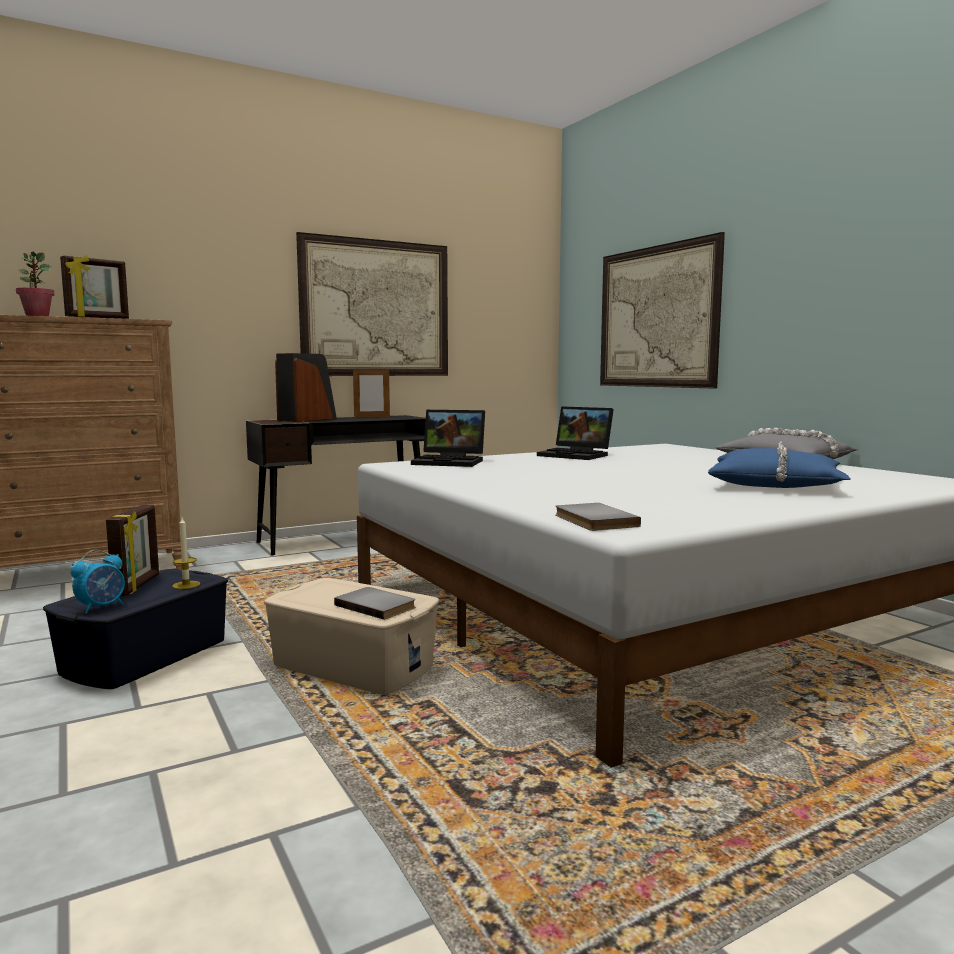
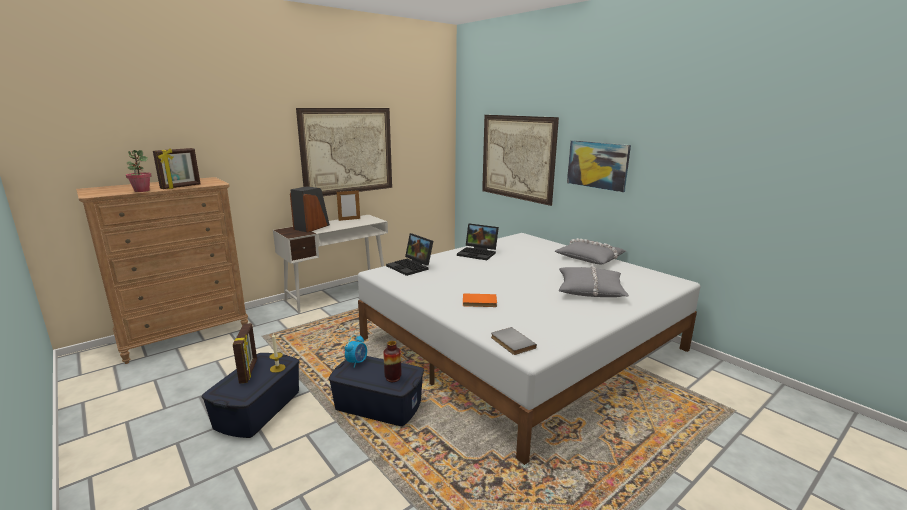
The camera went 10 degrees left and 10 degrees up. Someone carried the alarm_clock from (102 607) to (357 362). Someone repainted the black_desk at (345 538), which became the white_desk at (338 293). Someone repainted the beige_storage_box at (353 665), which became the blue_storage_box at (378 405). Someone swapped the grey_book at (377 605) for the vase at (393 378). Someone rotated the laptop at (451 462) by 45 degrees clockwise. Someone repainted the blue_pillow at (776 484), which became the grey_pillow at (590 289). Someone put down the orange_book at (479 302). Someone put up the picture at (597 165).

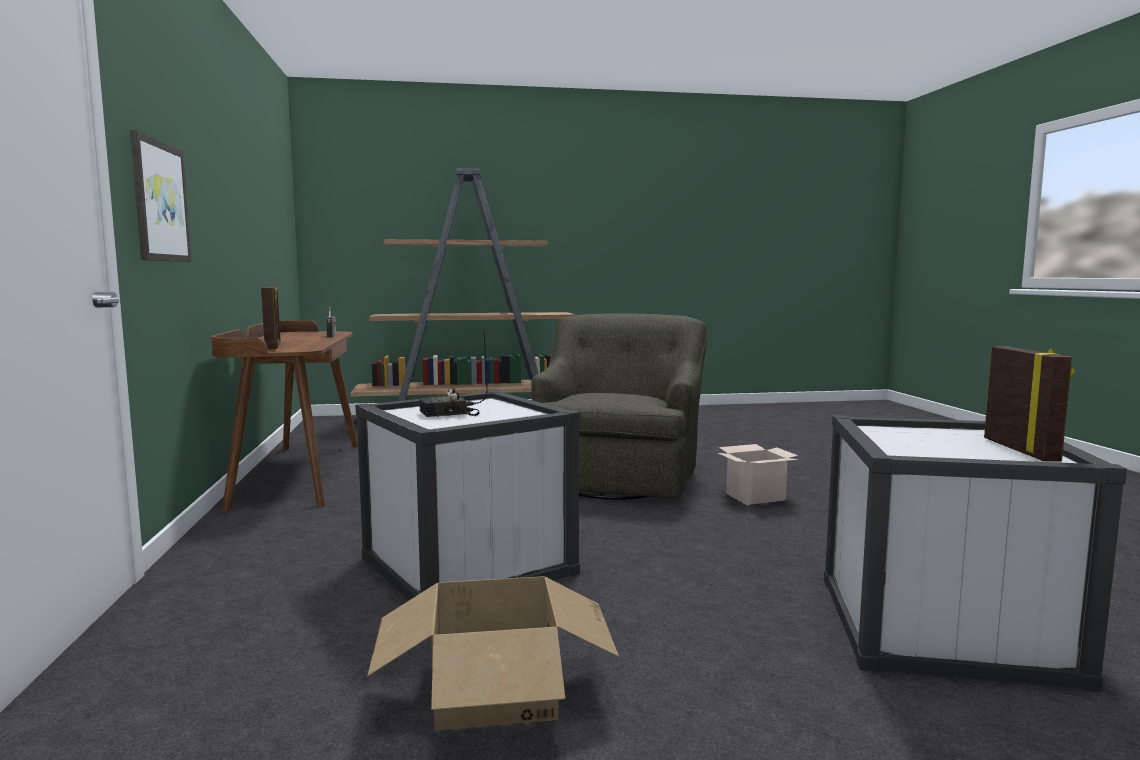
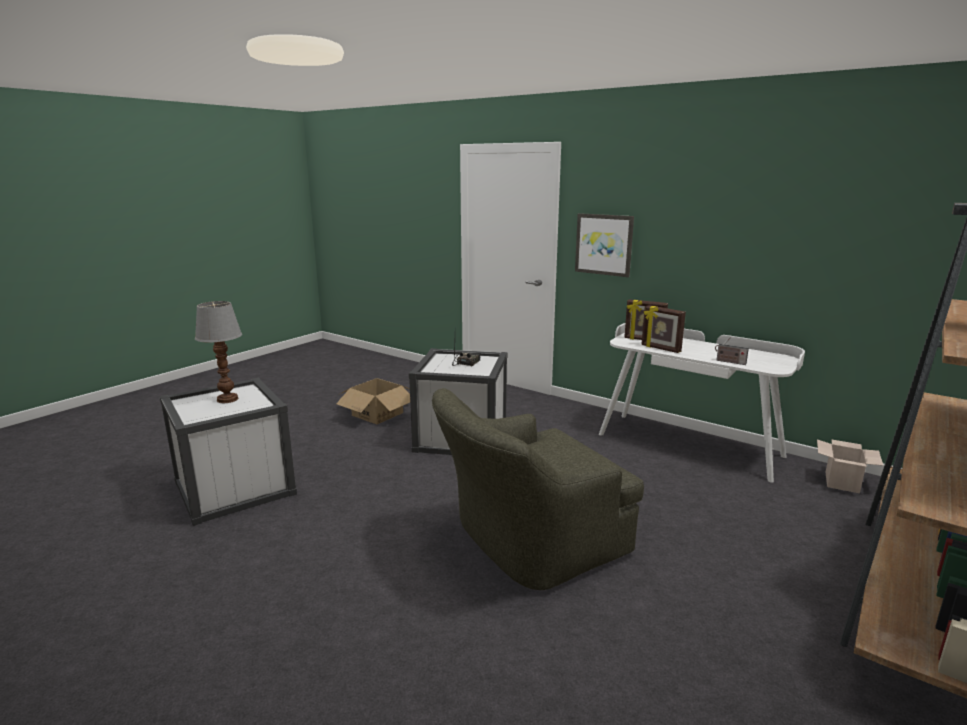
The camera went 135 degrees right and 10 degrees up. Someone repainted the brown_desk at (298 473), which became the white_desk at (689 444). Someone rotated the green_armchair at (617 476) by 90 degrees clockwise. Someone carried the cardboard_box from (756 496) to (842 483). Someone carried the picture_frame from (1022 450) to (660 349). Someone put down the table_lamp at (228 399).

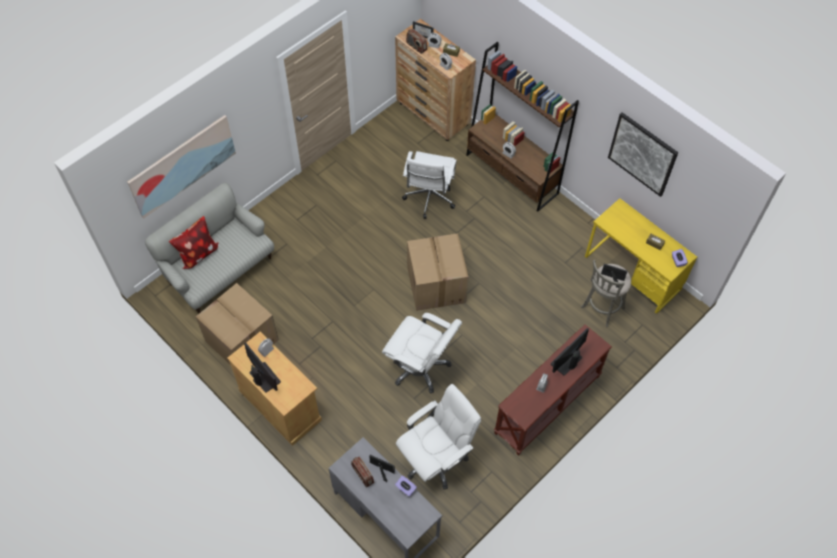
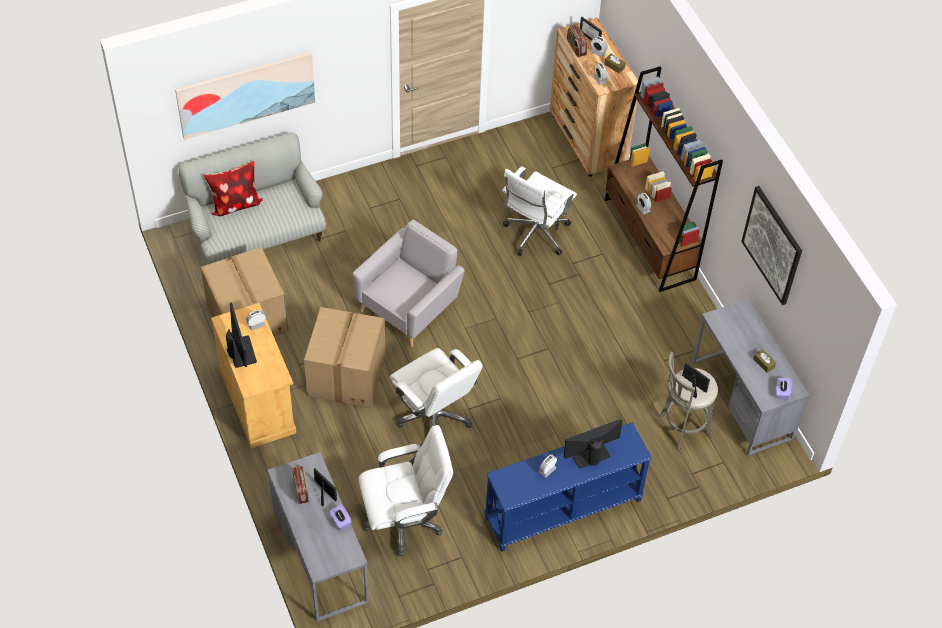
The camera went 20 degrees right and 5 degrees down. Someone carried the cardboard_box from (437 285) to (347 376). Someone repainted the brown_console_table at (547 405), which became the blue_console_table at (563 510). Someone repainted the yellow_desk at (632 273), which became the grey_desk at (741 400). Someone put down the grey_armchair at (409 306).

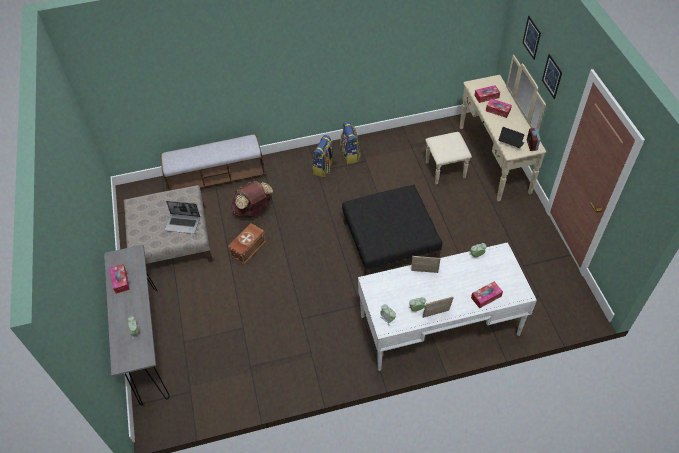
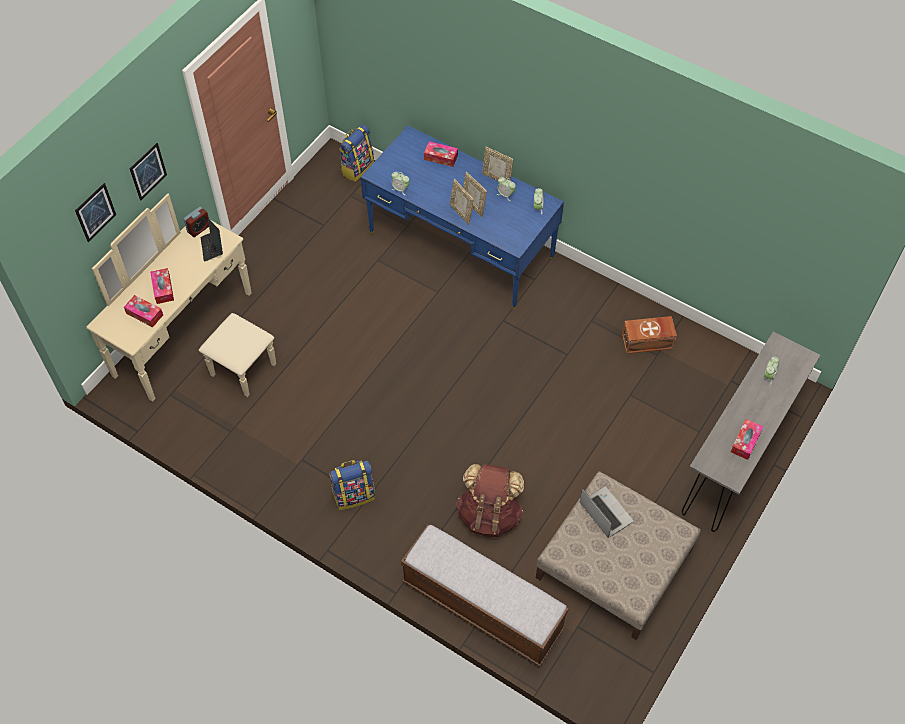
The camera went 135 degrees left and 5 degrees up. Someone carried the brown_storage_box from (247 248) to (648 342). Someone carried the backpack from (350 155) to (357 168). Someone took away the black_ottoman at (389 241). Someone repainted the white_desk at (439 327), which became the blue_desk at (461 245). Someone put down the picture_frame at (473 206).

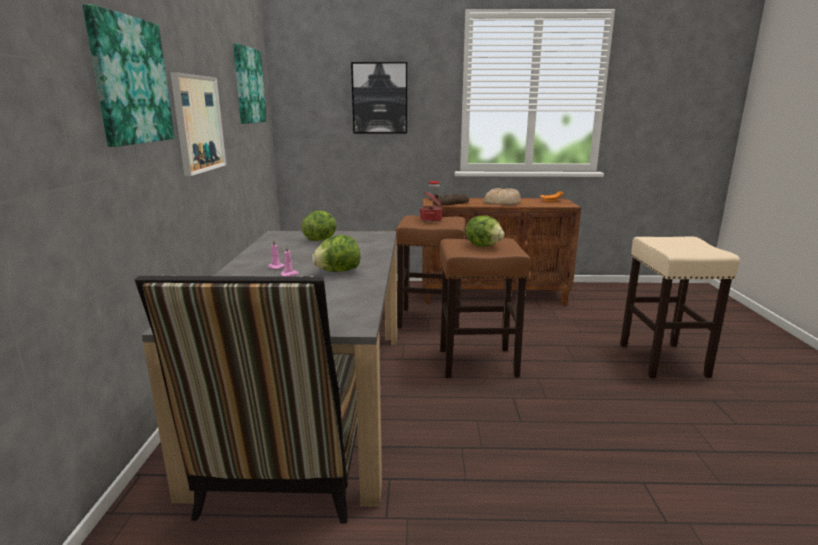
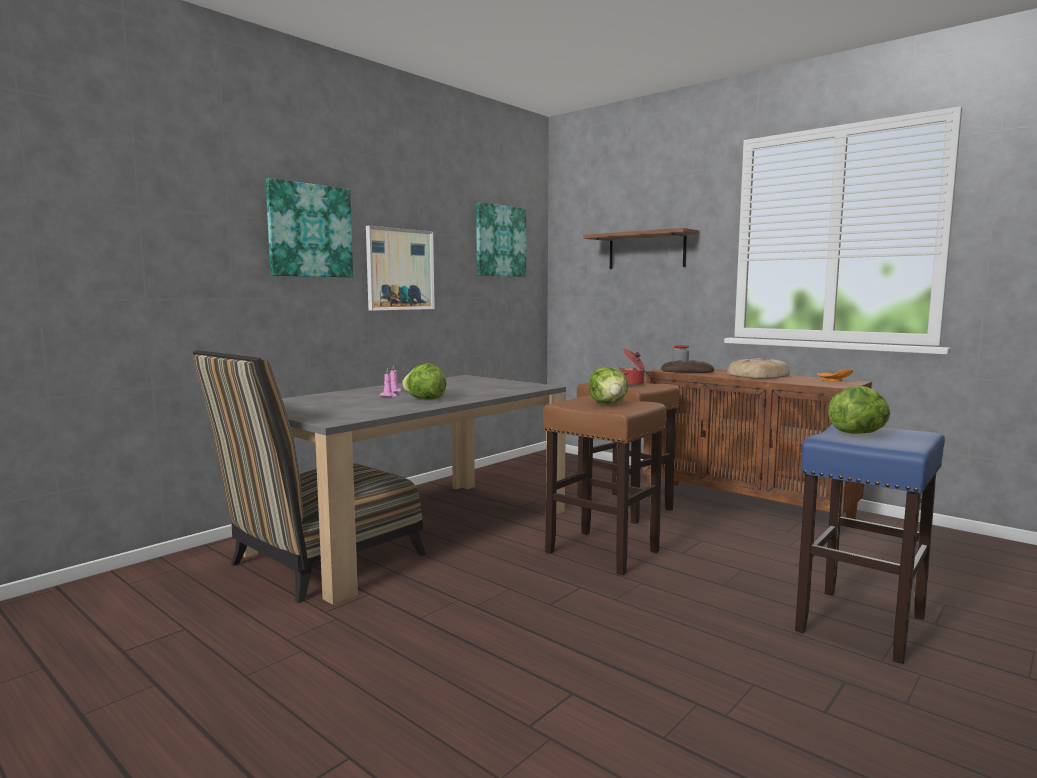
The camera went 40 degrees right and 10 degrees down. Someone carried the lettuce from (321 240) to (859 433). Someone swapped the picture at (380 98) for the shelf at (646 250). Someone repainted the beige_stool at (663 360), which became the blue_stool at (861 624).

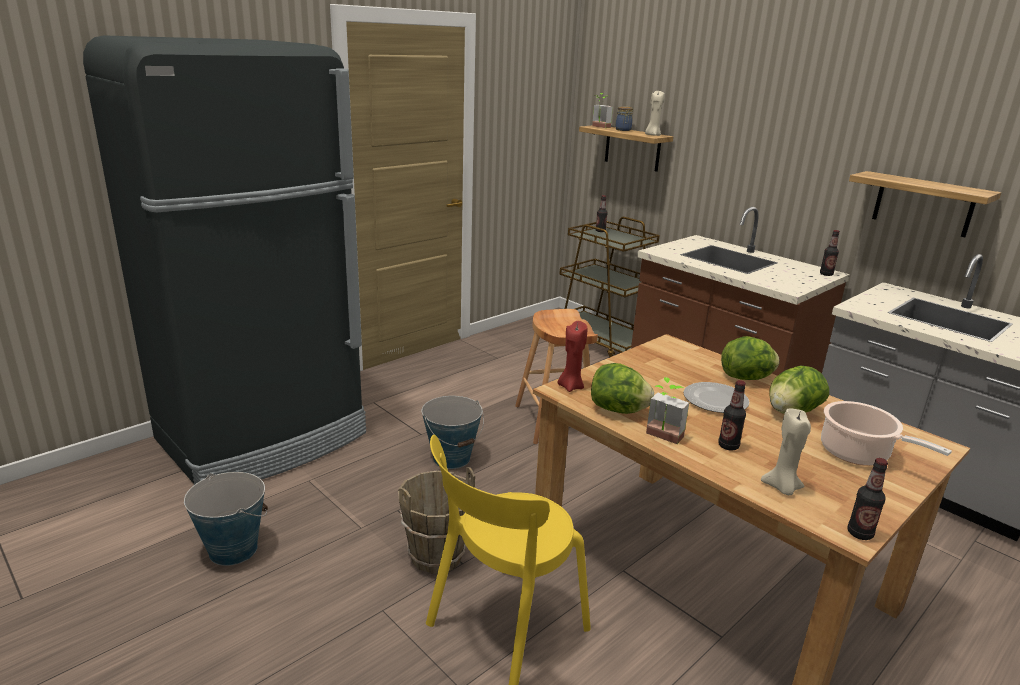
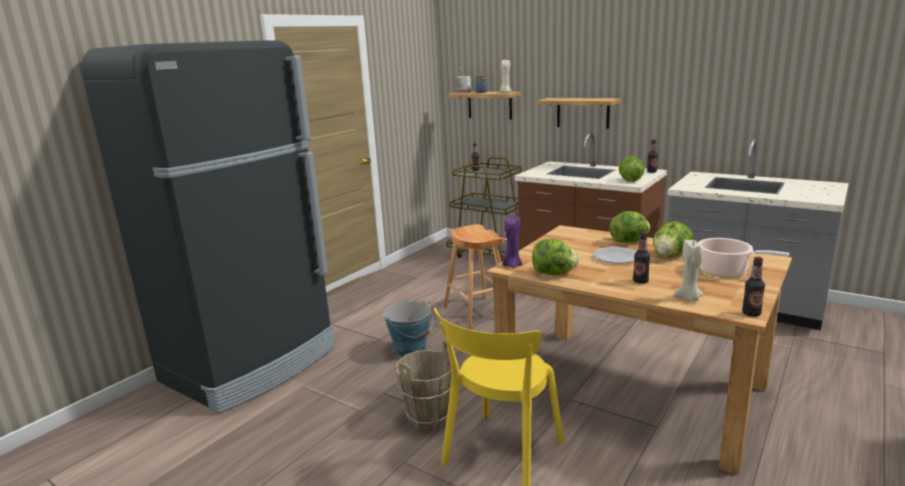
The camera went 10 degrees left and 5 degrees down. Someone took away the bucket at (233 549). Someone repainted the red_candle at (570 386), which became the purple_candle at (512 265). Someone took away the potted_plant at (661 438). Someone carried the shelf from (923 204) to (582 113). Someone put down the lettuce at (630 181).

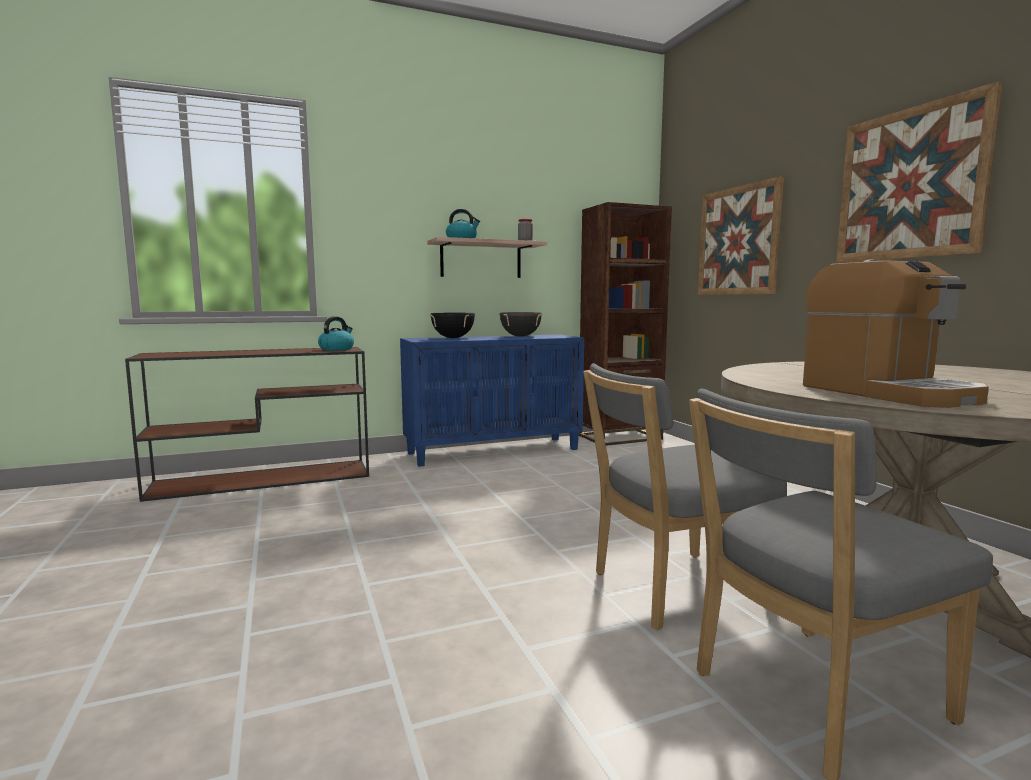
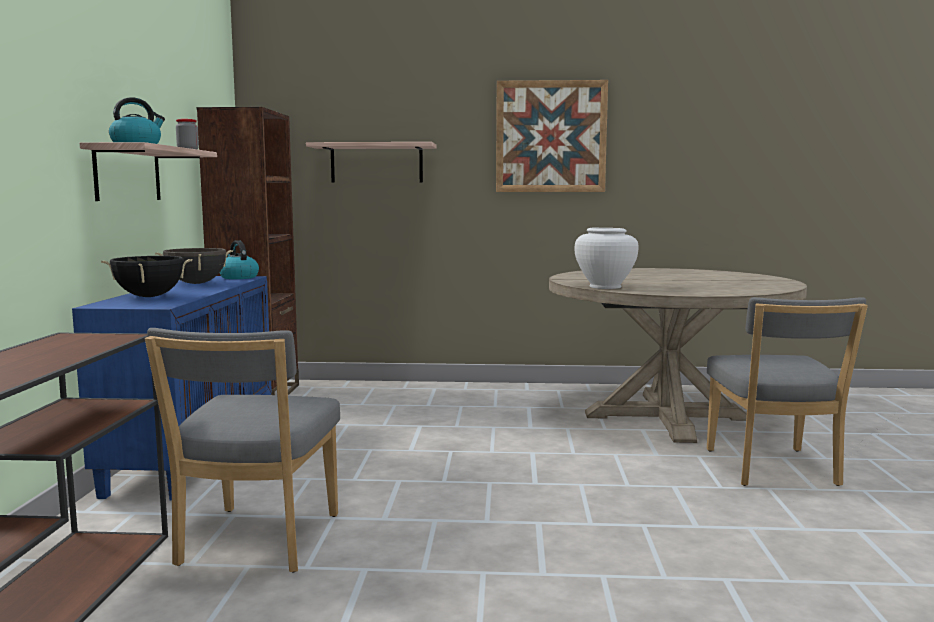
The camera went 65 degrees left and 0 degrees up. Someone carried the kettle from (337 349) to (238 277). Someone carried the grey_chair from (670 590) to (256 543). Someone swapped the picture at (738 241) for the shelf at (376 163). Someone took away the coffee_machine at (887 393). Someone put down the white_vase at (605 287).

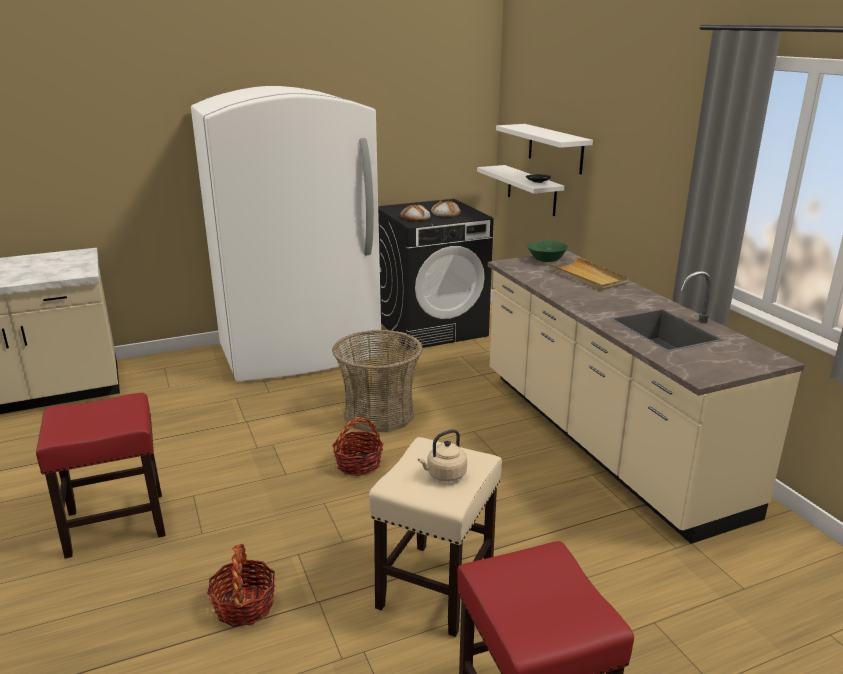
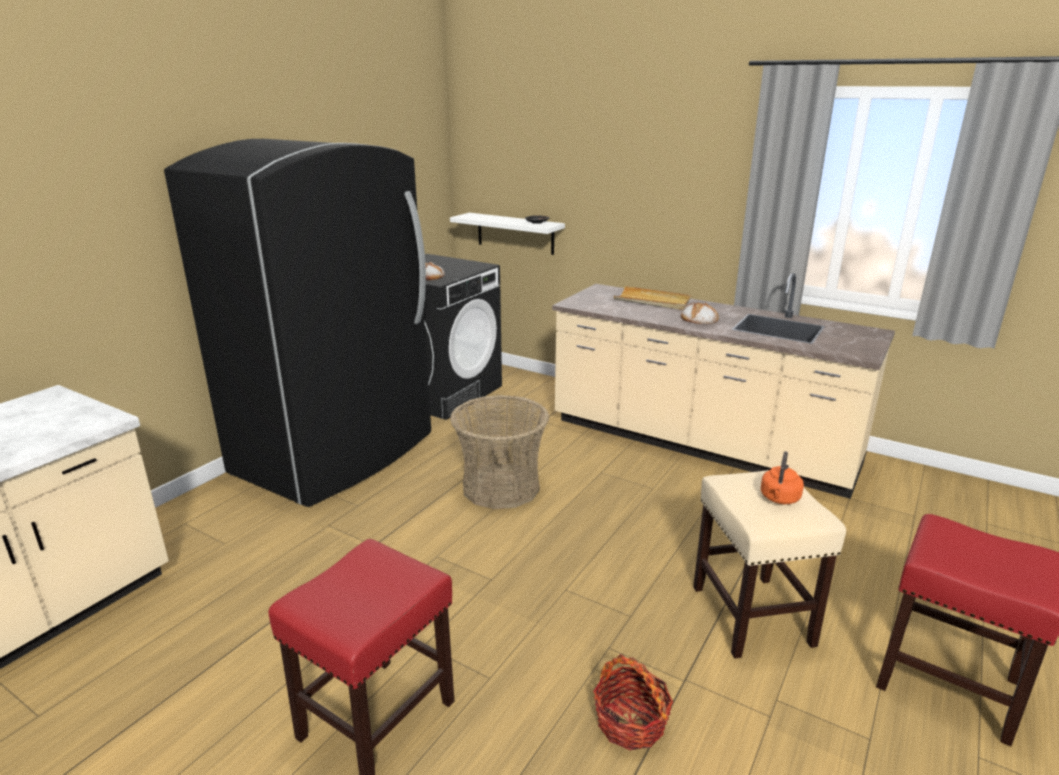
The camera went 35 degrees left and 0 degrees up. Someone repainted the white_fridge at (300 352), which became the black_fridge at (337 454). Someone took away the basket at (358 464). Someone repainted the beige_kettle at (444 475), which became the orange_kettle at (779 499). Someone carried the bread from (445 213) to (699 318). Someone took away the white_shelf at (555 148). Someone took away the green_bowl at (547 260).

